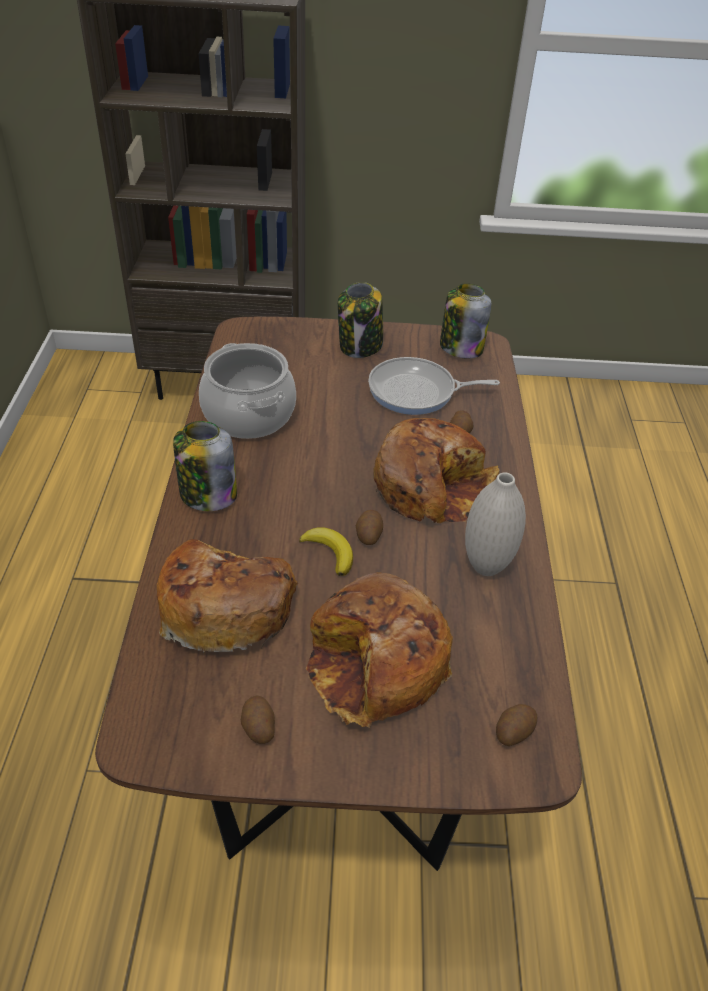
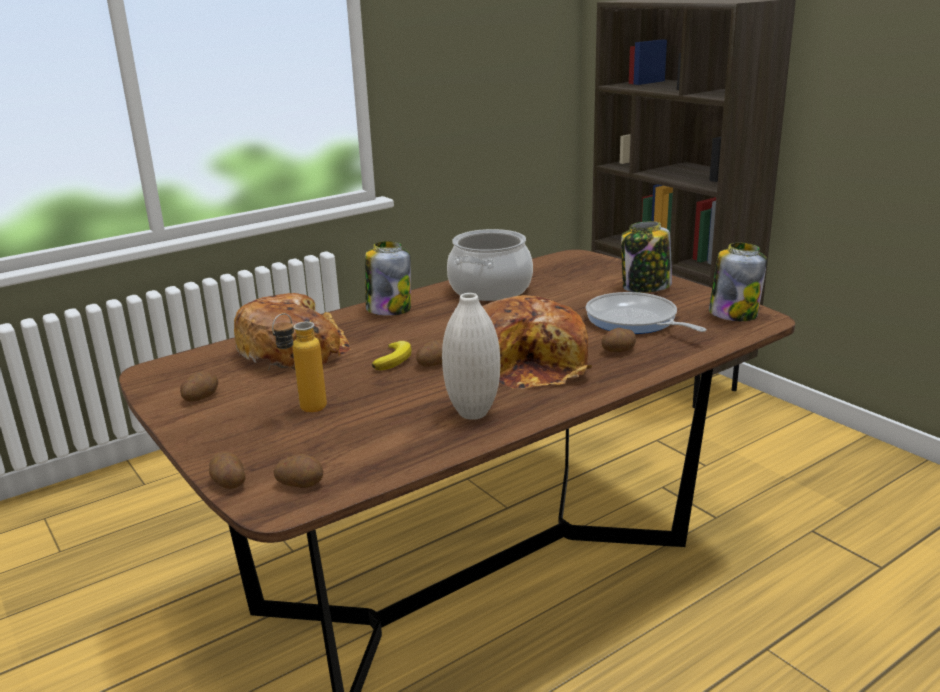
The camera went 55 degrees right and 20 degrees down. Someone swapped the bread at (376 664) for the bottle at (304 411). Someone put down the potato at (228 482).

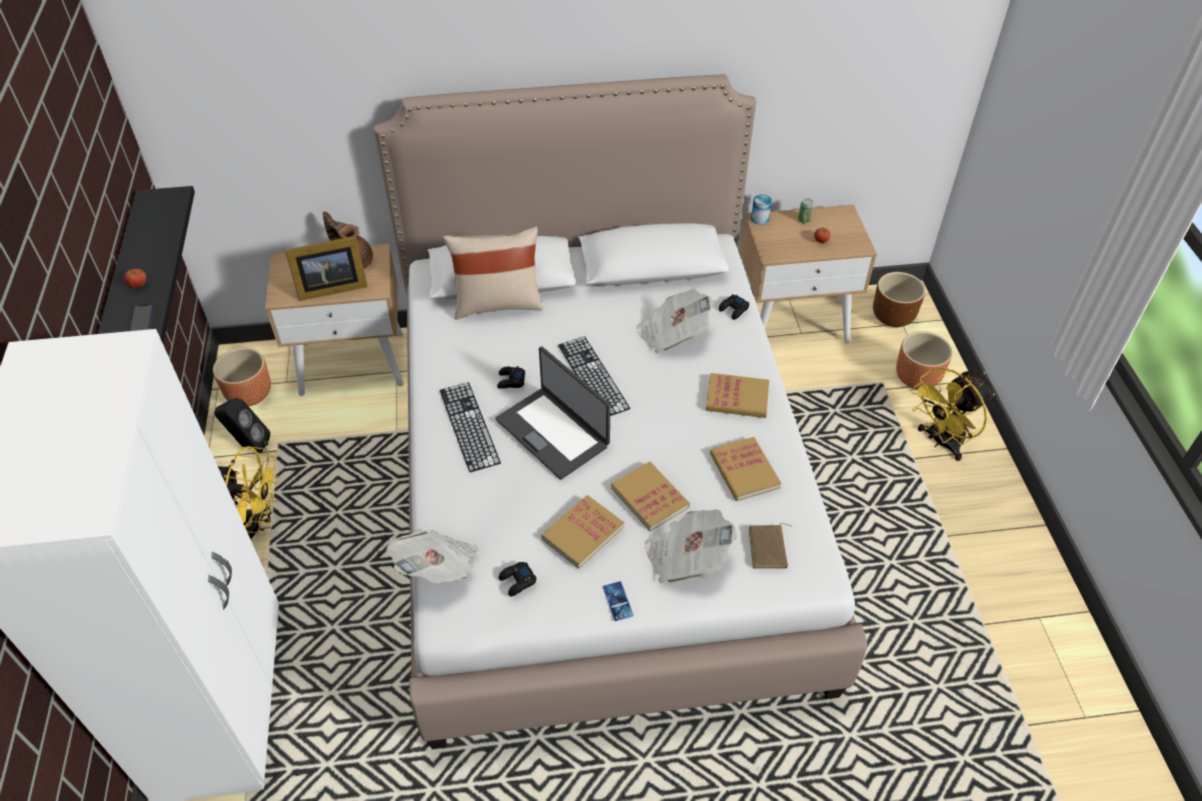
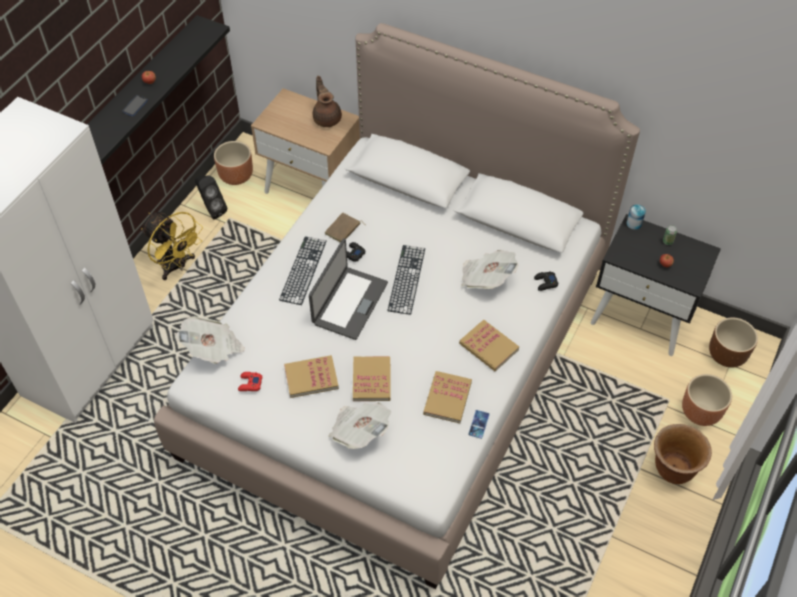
The camera went 35 degrees right and 5 degrees up. Someone took away the picture_frame at (329 288). Someone took away the beige_pillow at (497 304). Someone rotated the laptop at (553 432) by 150 degrees counterclockwise. Someone repainted the black_game_controller at (517 581), which became the red_game_controller at (250 384). Someone carried the phone from (617 601) to (478 424). Someone repainted the beige_nightstand at (793 321), which became the black_nightstand at (642 316). Someone carried the brown_book from (769 548) to (343 230). Someone swapped the yellow_fan at (941 442) for the brown_planter at (673 469).

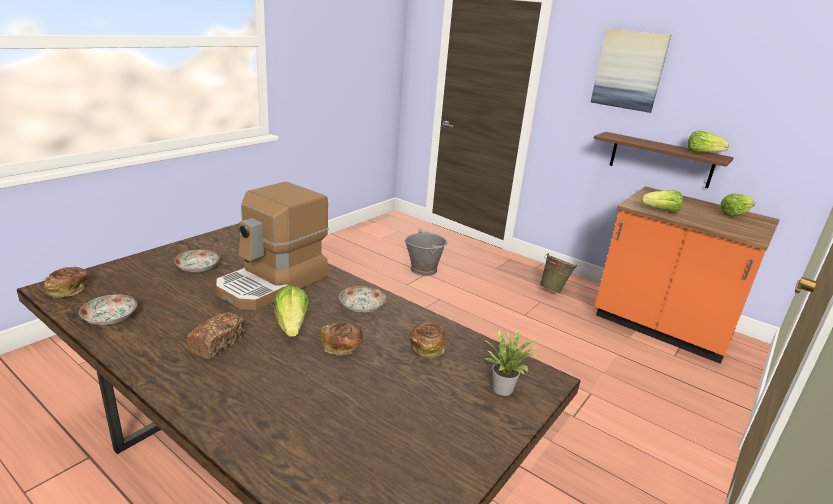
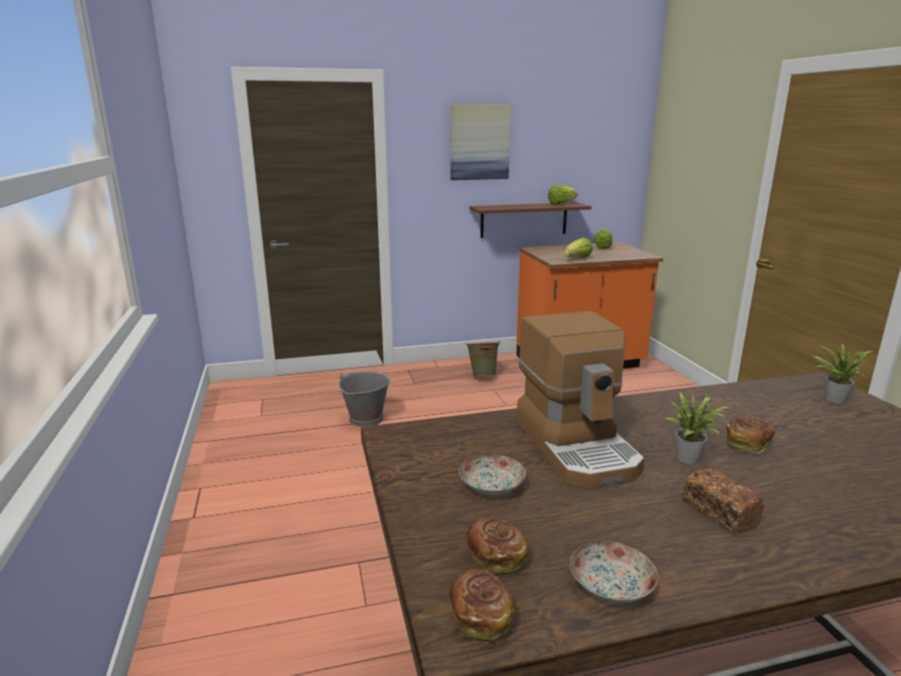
The camera went 50 degrees left and 5 degrees down. Someone swapped the lettuce at (292 326) for the potted_plant at (691 459). Someone took away the plate at (362 307). Someone carried the bread from (427 347) to (495 557).

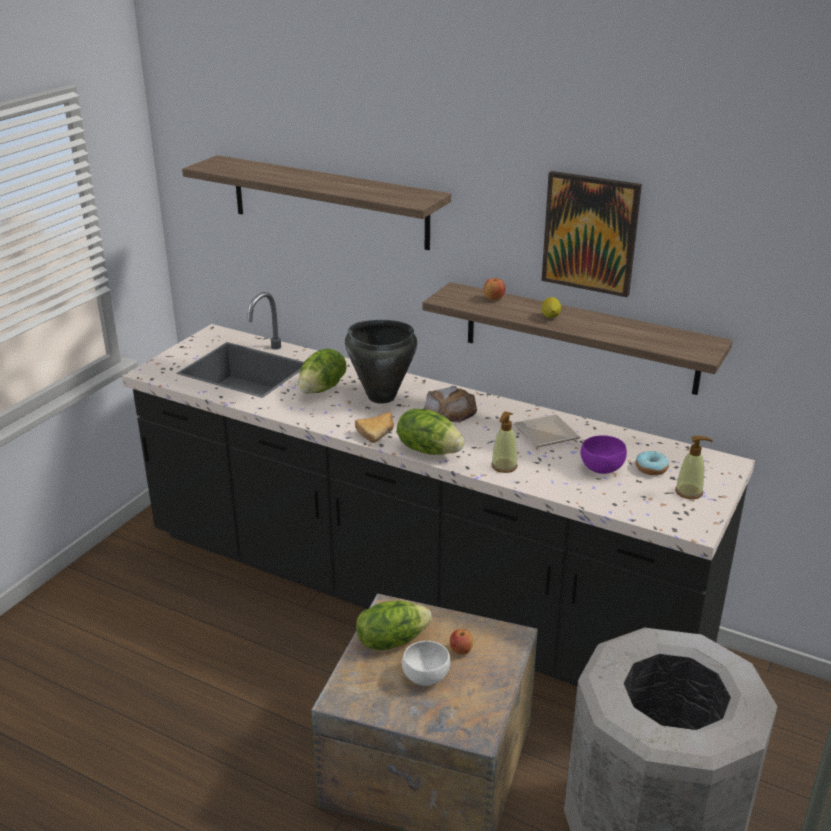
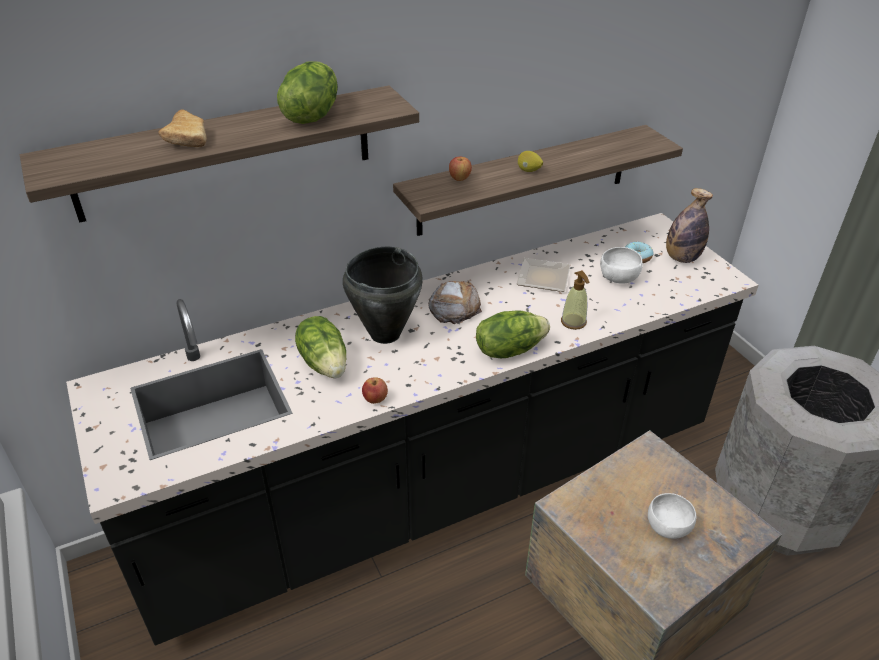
The camera went 55 degrees left and 10 degrees up. Someone carried the bread from (378 432) to (187 137). Someone carried the lettuce from (391 640) to (311 115). Someone carried the apple from (461 650) to (375 399). Someone took away the picture at (590 233). Someone repainted the purple_bowl at (601 469), which became the white_bowl at (618 278). Someone swapped the soap_dispenser at (689 492) for the bottle at (681 258).

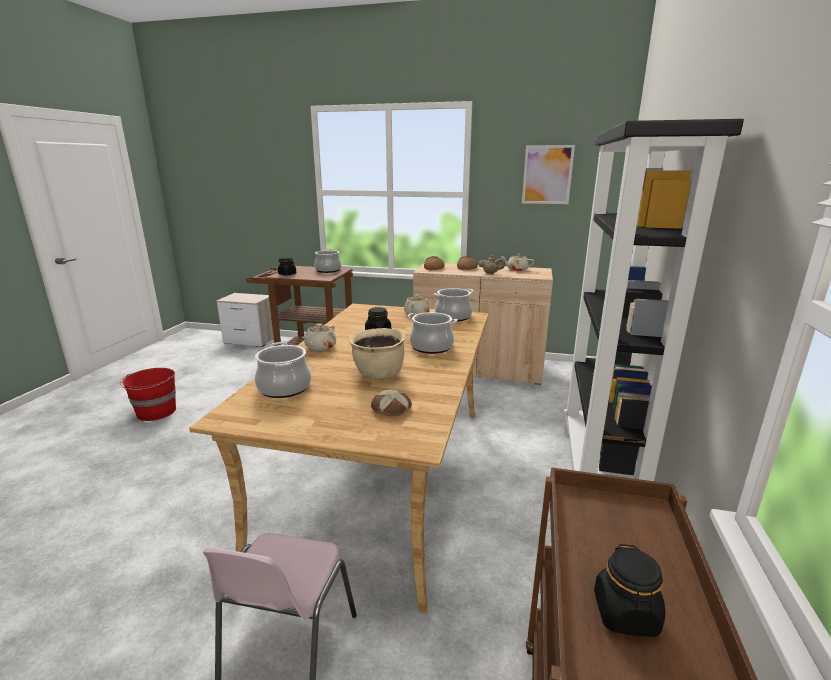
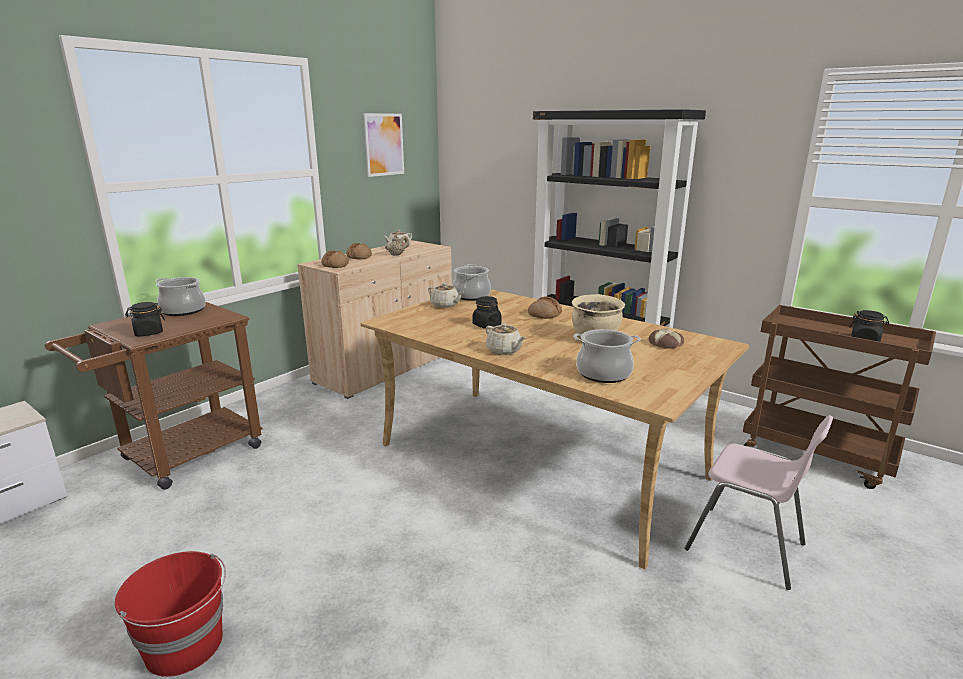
The camera went 65 degrees left and 0 degrees up. Someone swapped the cooking_pot at (431 347) for the bread at (545 314).

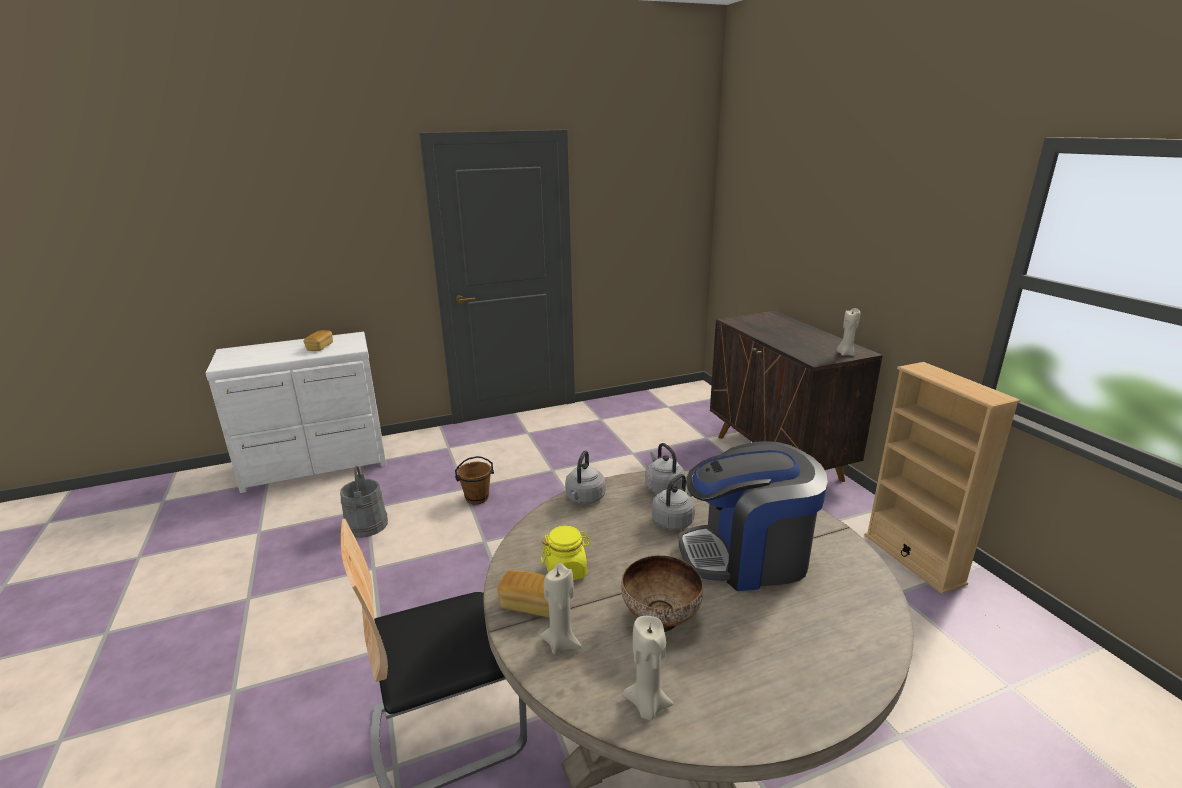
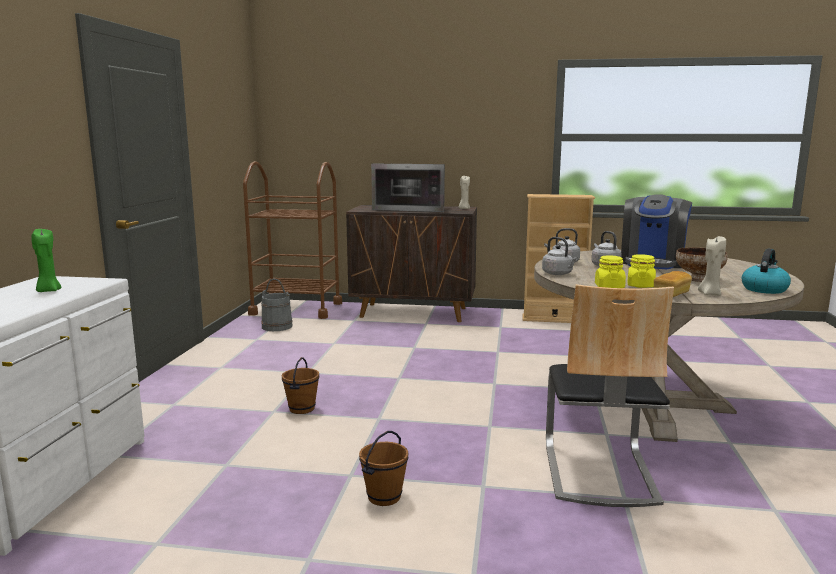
The camera went 60 degrees left and 10 degrees down. Someone swapped the bread at (320 347) for the green_candle at (48 291). Someone carried the grey_bucket from (366 525) to (277 326). Someone swapped the beige_candle at (647 705) for the kettle at (764 289). Someone put down the brown_cart at (296 309). Someone put down the brown_bucket at (383 497). Someone put down the microwave at (412 208). Someone put down the yellow_jar at (609 287).

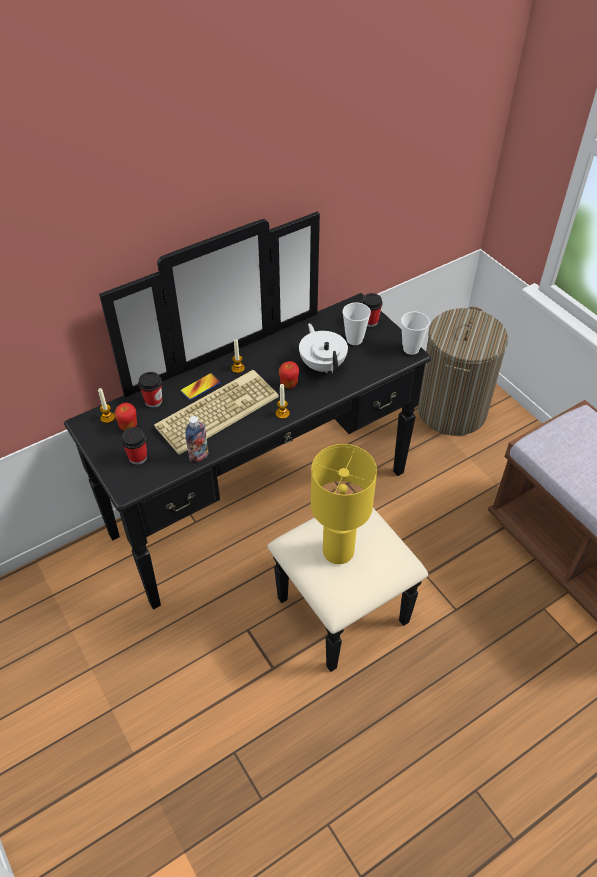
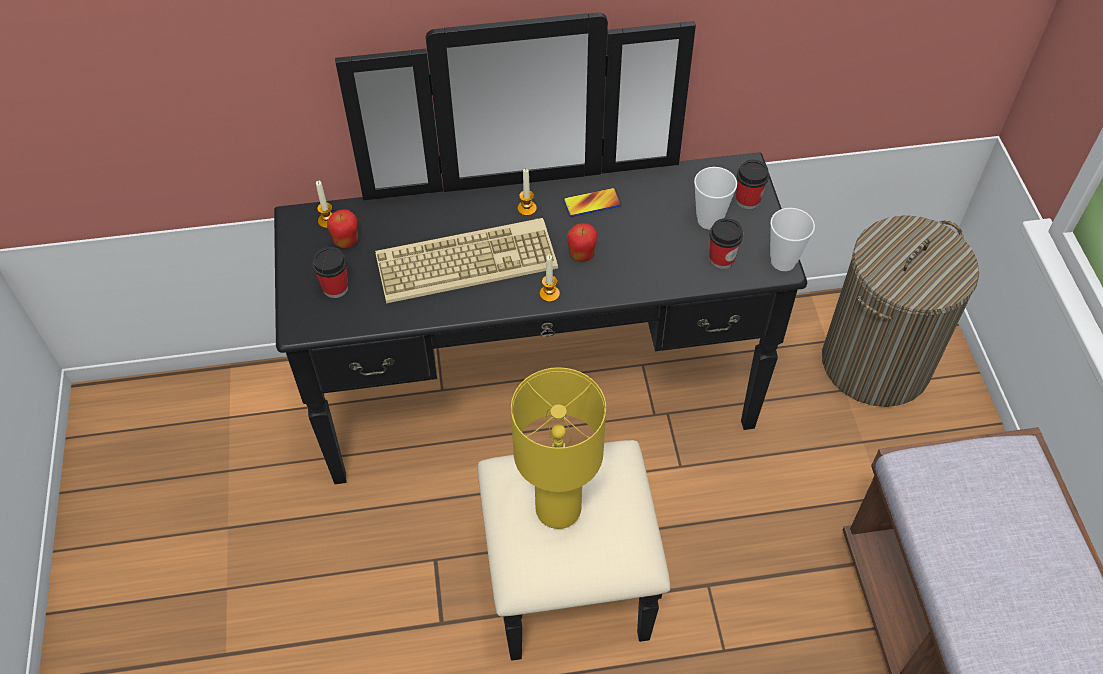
The camera went 25 degrees right and 5 degrees up. Someone carried the cup from (153 401) to (721 259). Someone carried the phone from (200 387) to (592 203). Someone took away the bottle at (199 457). Someone took away the white_teapot at (323 365).

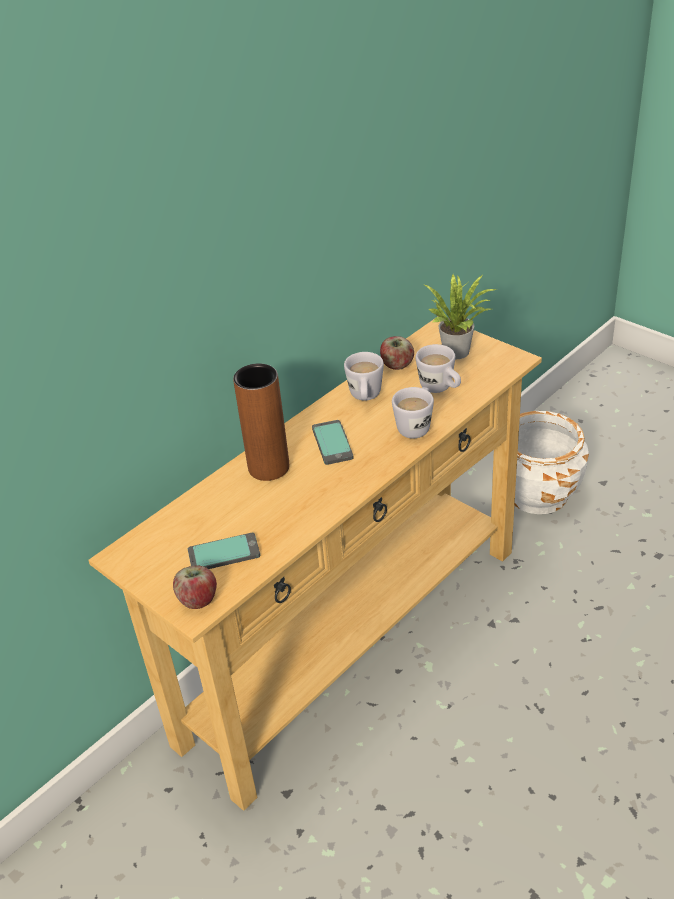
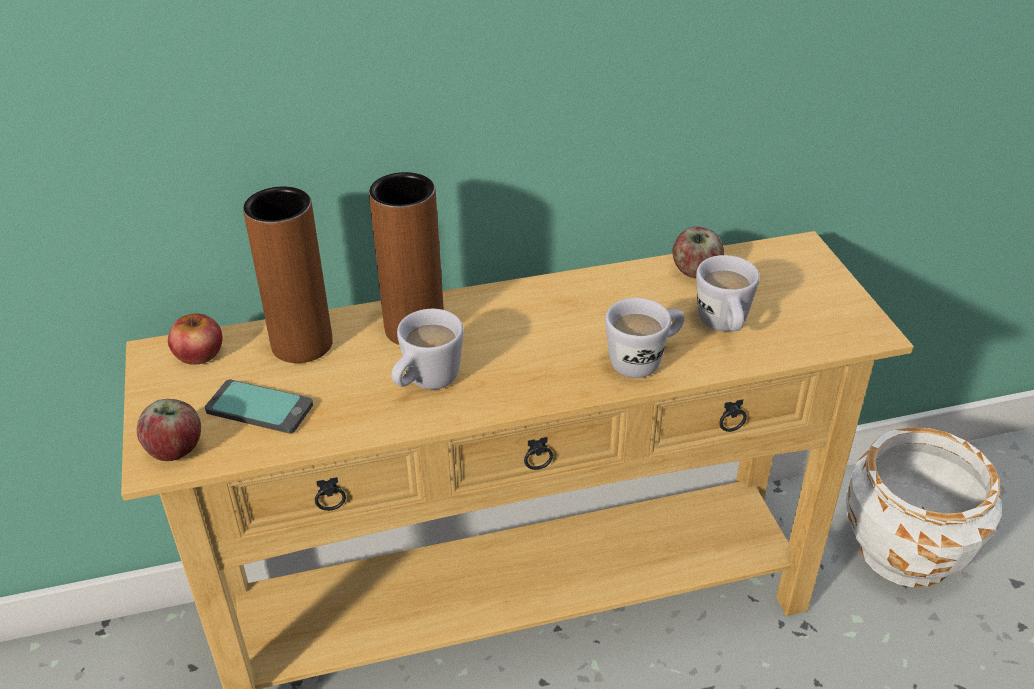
The camera went 30 degrees right and 0 degrees up. Someone took away the phone at (332 443). Someone carried the white_mug from (365 398) to (426 383). Someone took away the potted_plant at (459 350). Someone put down the apple at (199 353). Someone put down the brown_vase at (302 344).

